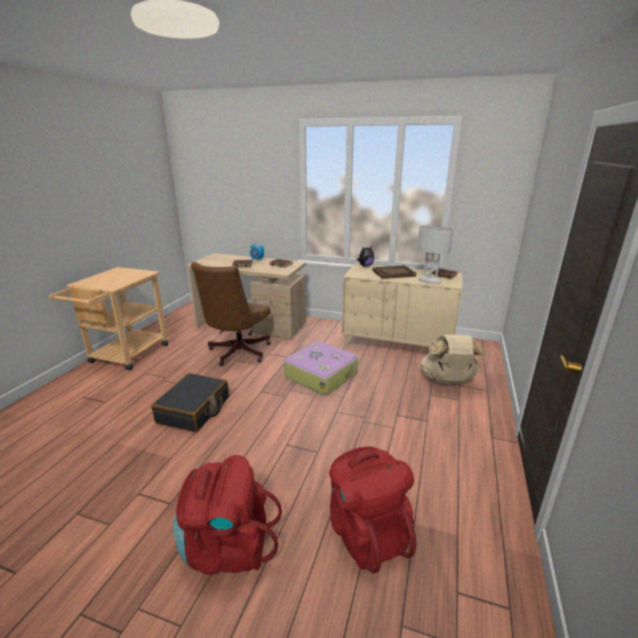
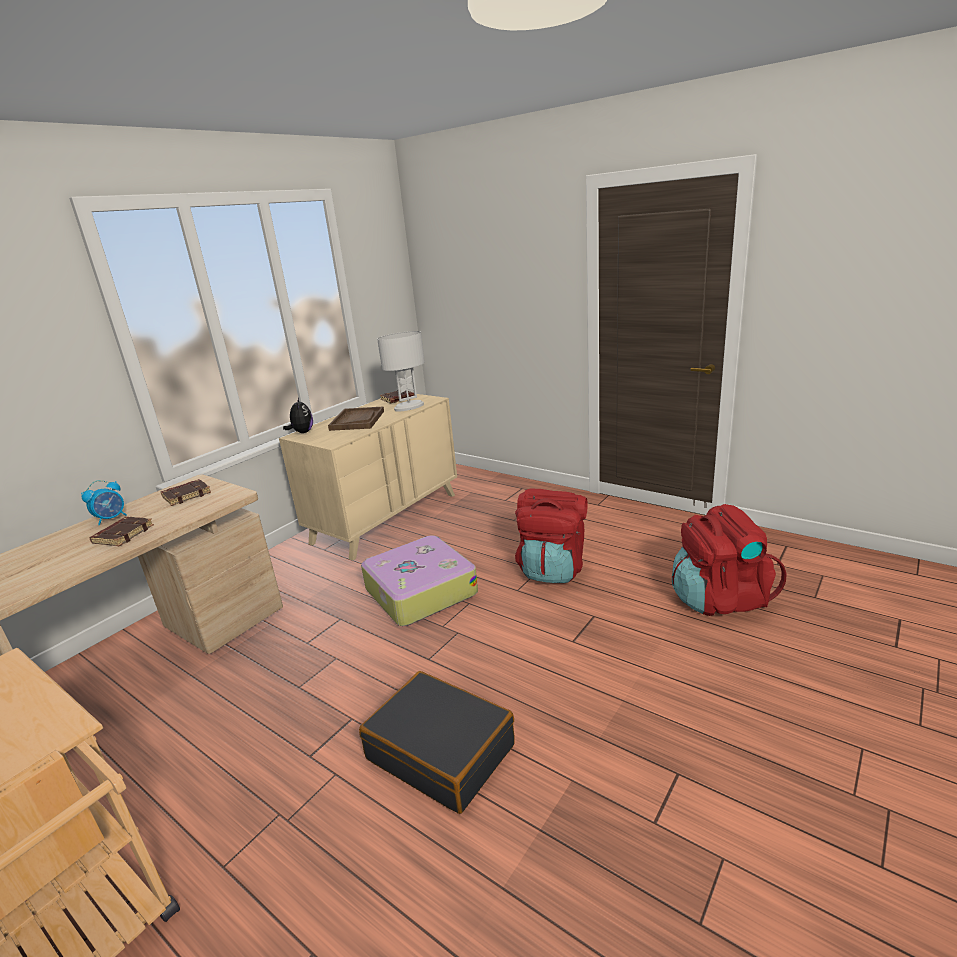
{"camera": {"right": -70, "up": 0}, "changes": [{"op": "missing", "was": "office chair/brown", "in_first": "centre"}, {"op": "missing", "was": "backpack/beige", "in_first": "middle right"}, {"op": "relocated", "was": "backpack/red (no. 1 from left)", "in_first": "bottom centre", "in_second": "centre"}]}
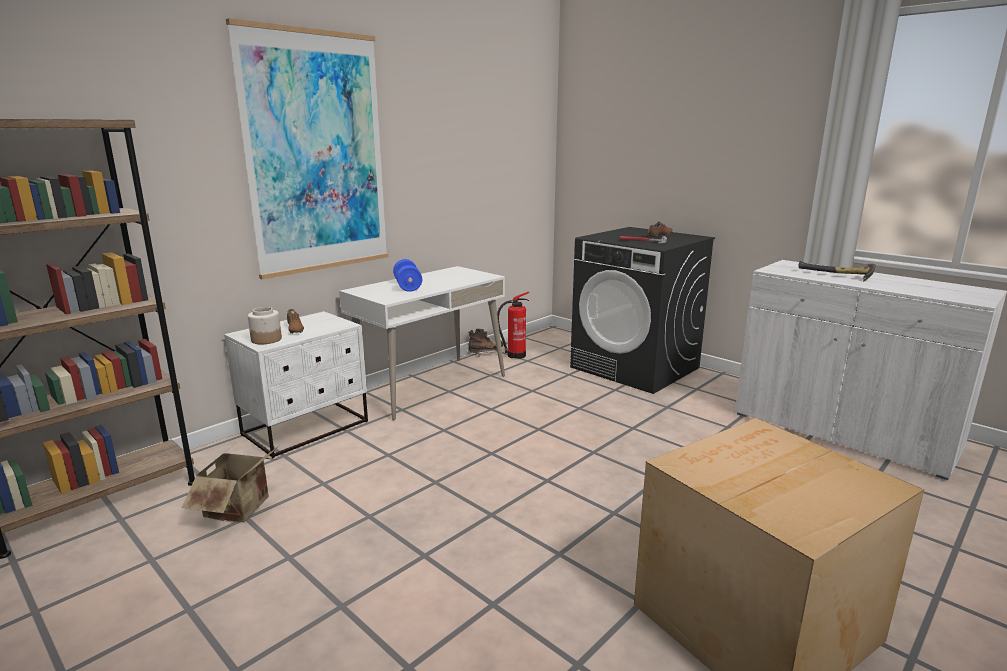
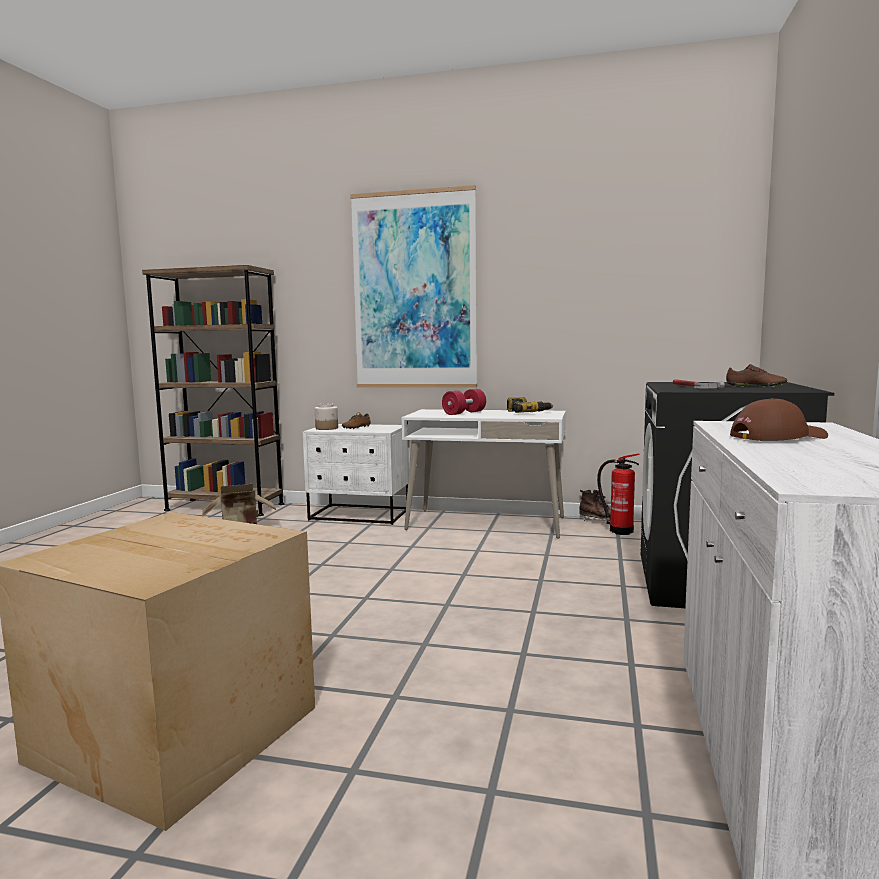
{"camera": {"right": 60, "up": -10}, "changes": [{"op": "appeared", "now": "power drill", "in_second": "centre"}, {"op": "exchanged", "was": "hammer (no. 2 from left)", "now": "cap/brown", "in_first": "middle right", "in_second": "middle right"}, {"op": "colour", "was": "dumbbell/blue", "now": "dumbbell/red", "in_first": "centre", "in_second": "centre"}]}
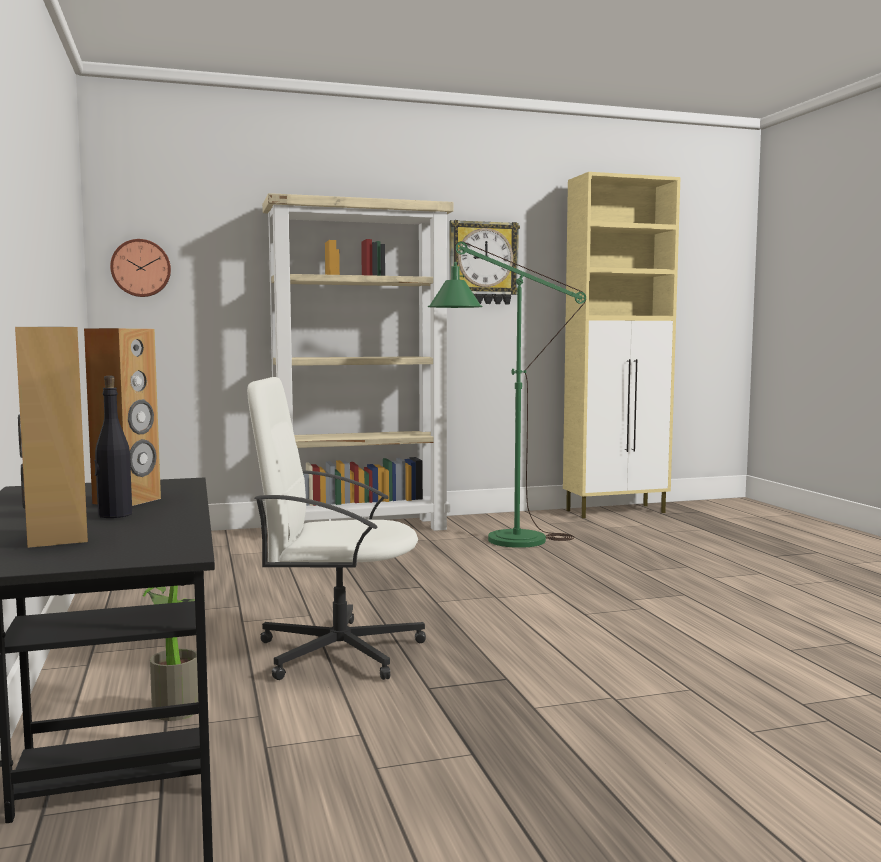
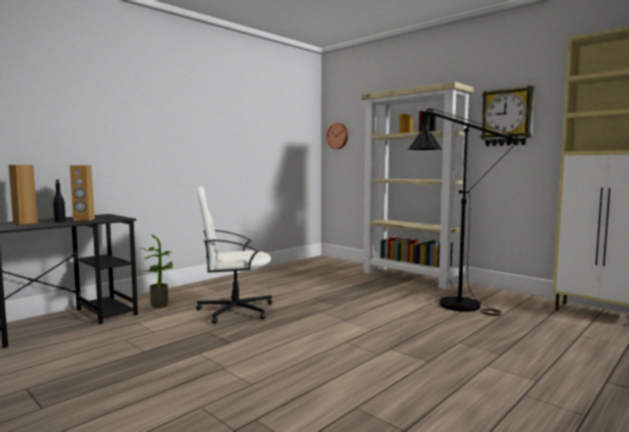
{"camera": {"right": 60, "up": 0}, "changes": [{"op": "colour", "was": "floor lamp/green", "now": "floor lamp/black", "in_first": "centre", "in_second": "middle right"}, {"op": "spun", "was": "office chair/white", "in_first": "centre", "in_second": "centre", "clockwise": -75}]}
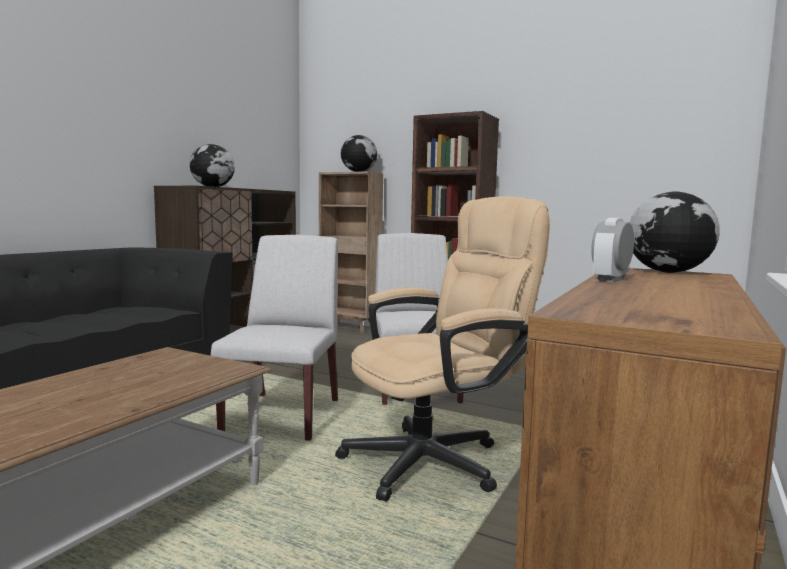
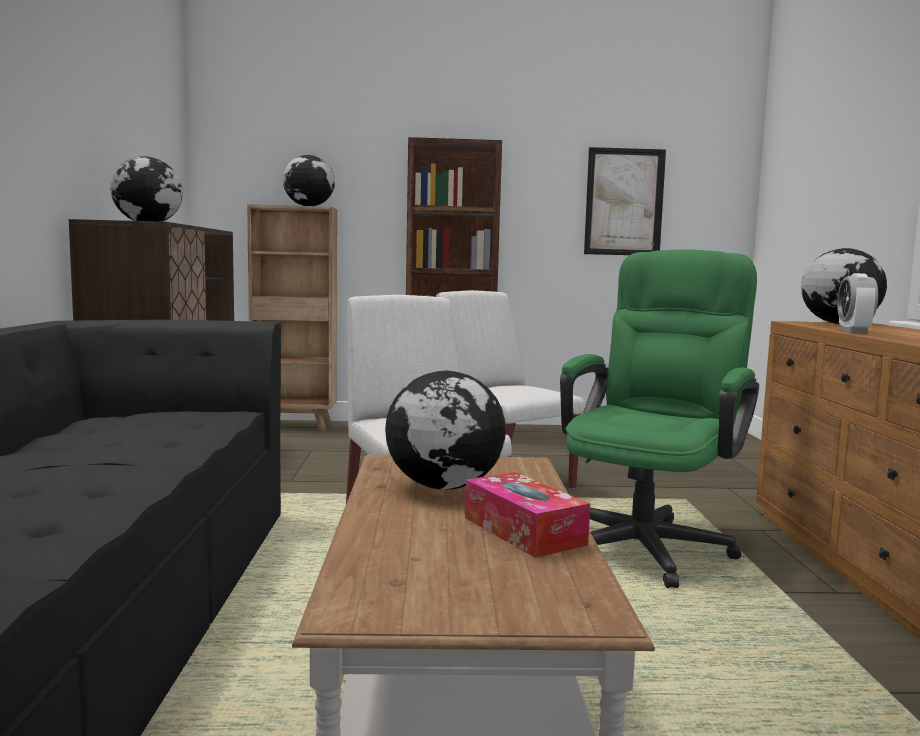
{"camera": {"right": -30, "up": 0}, "changes": [{"op": "appeared", "now": "globe (no. 3 from left)", "in_second": "centre"}, {"op": "appeared", "now": "tissue box", "in_second": "bottom centre"}, {"op": "appeared", "now": "picture", "in_second": "top right"}, {"op": "colour", "was": "office chair/beige", "now": "office chair/green", "in_first": "centre", "in_second": "middle right"}]}
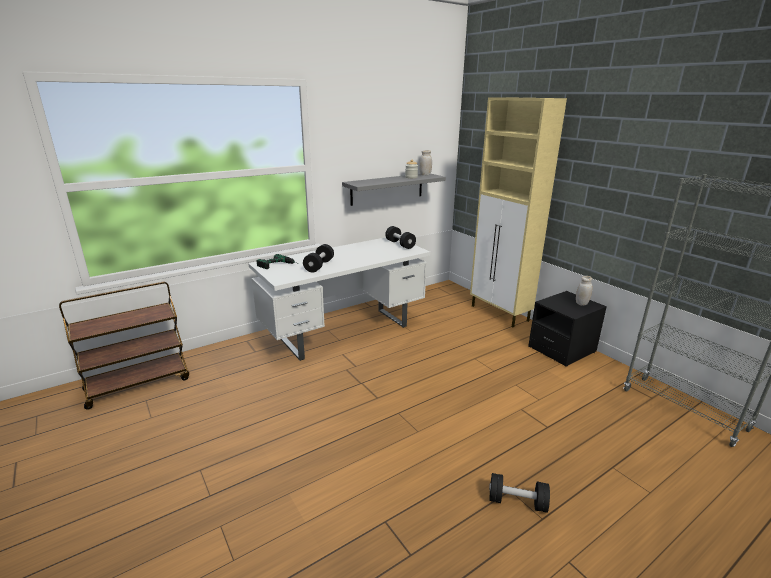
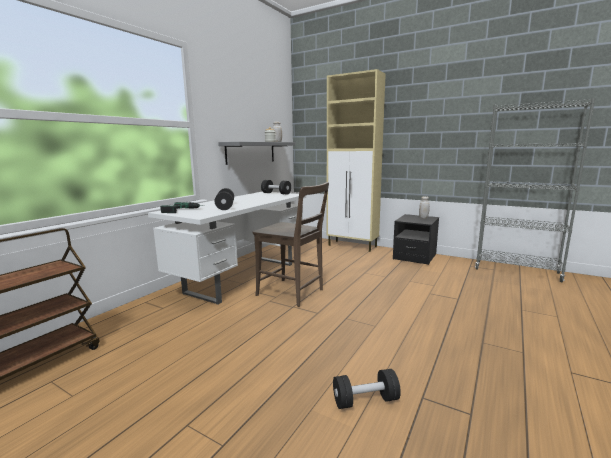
{"camera": {"right": -25, "up": -10}, "changes": [{"op": "appeared", "now": "chair/brown", "in_second": "centre"}, {"op": "relocated", "was": "dumbbell/black (no. 3 from left)", "in_first": "bottom right", "in_second": "bottom centre"}]}
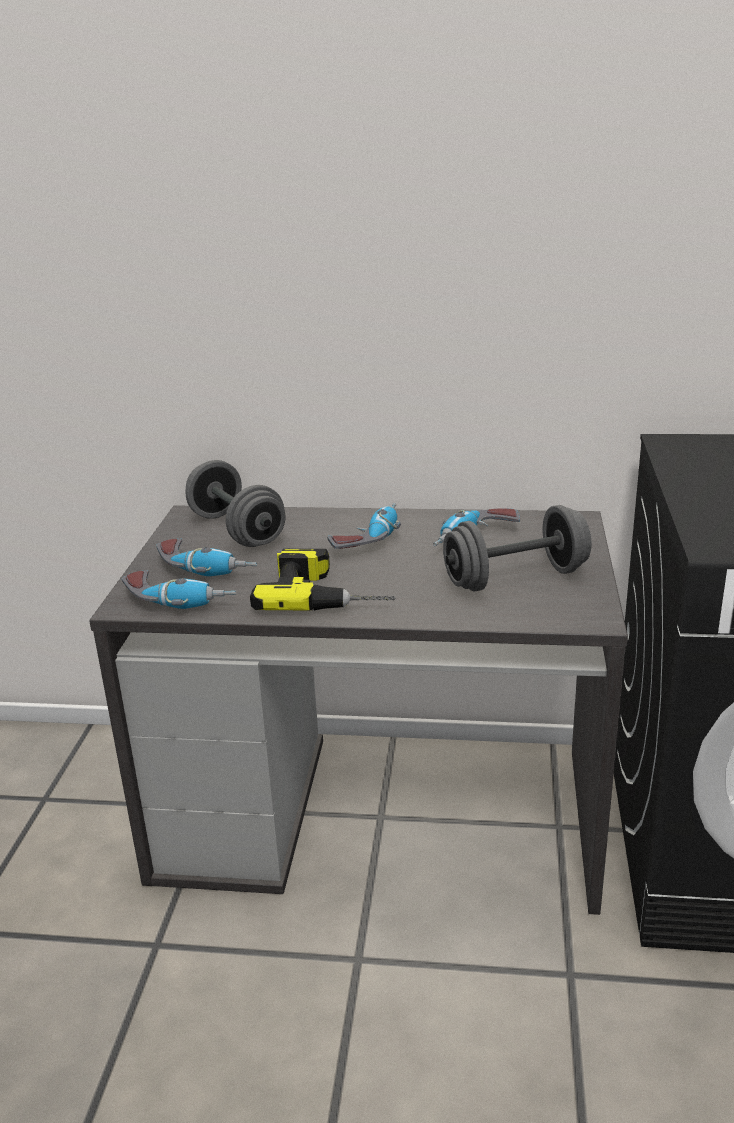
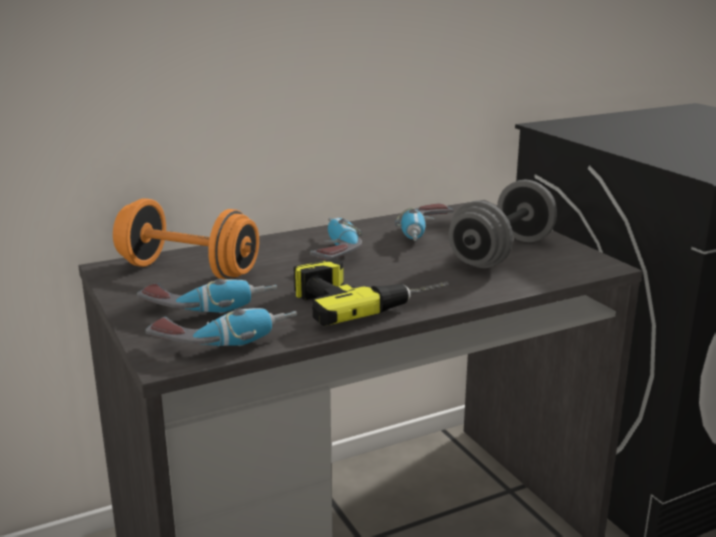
{"camera": {"right": -35, "up": -5}, "changes": [{"op": "colour", "was": "dumbbell/grey (no. 1 from left)", "now": "dumbbell/orange", "in_first": "middle left", "in_second": "middle left"}]}
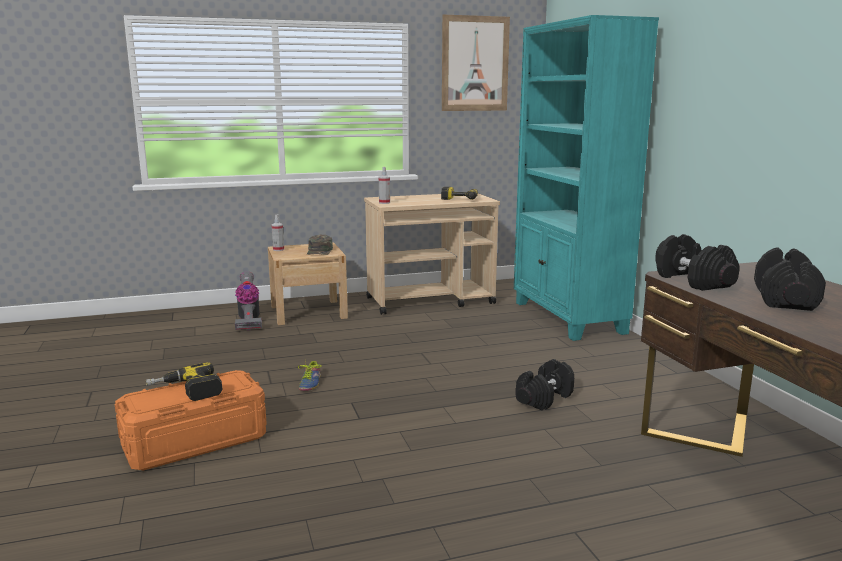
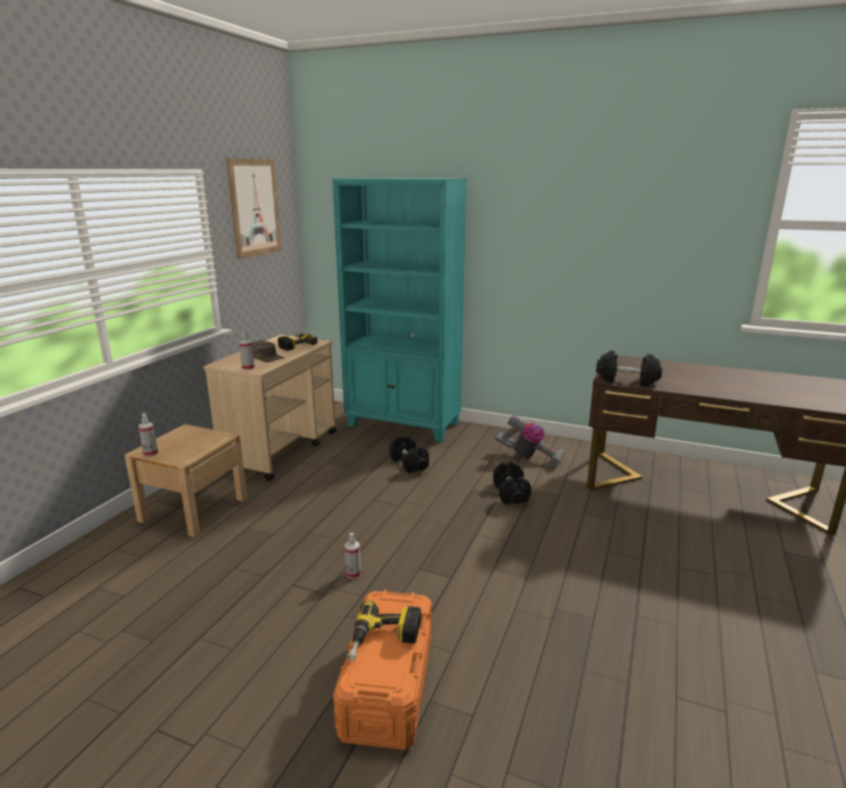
{"camera": {"right": -50, "up": 5}, "changes": [{"op": "relocated", "was": "vacuum cleaner", "in_first": "middle left", "in_second": "centre"}, {"op": "relocated", "was": "cap/green", "in_first": "centre", "in_second": "middle left"}, {"op": "relocated", "was": "dumbbell/black (no. 3 from left in the first image)", "now": "dumbbell/black (no. 1 from left)", "in_first": "middle right", "in_second": "centre"}, {"op": "exchanged", "was": "shoe", "now": "spray bottle (no. 3 from left)", "in_first": "bottom centre", "in_second": "bottom centre"}]}
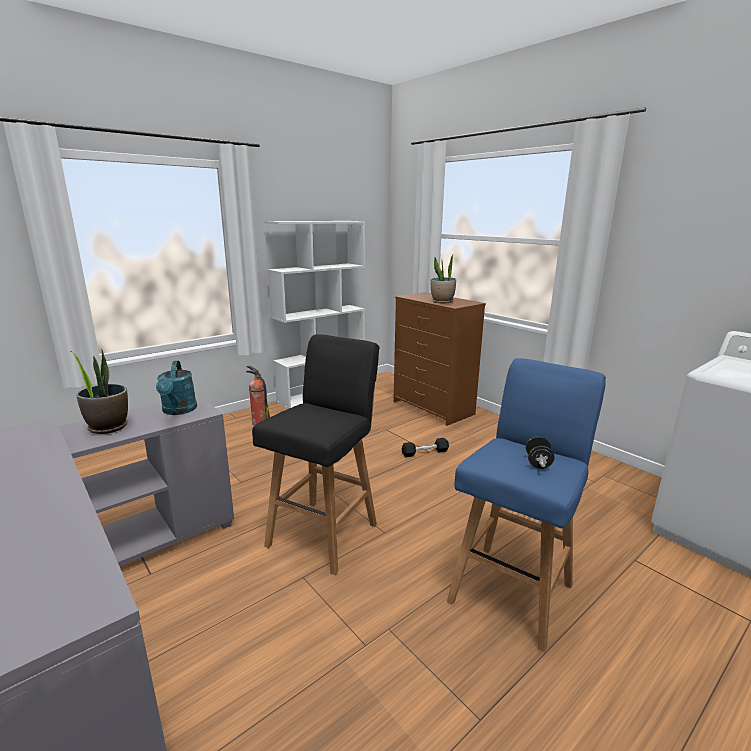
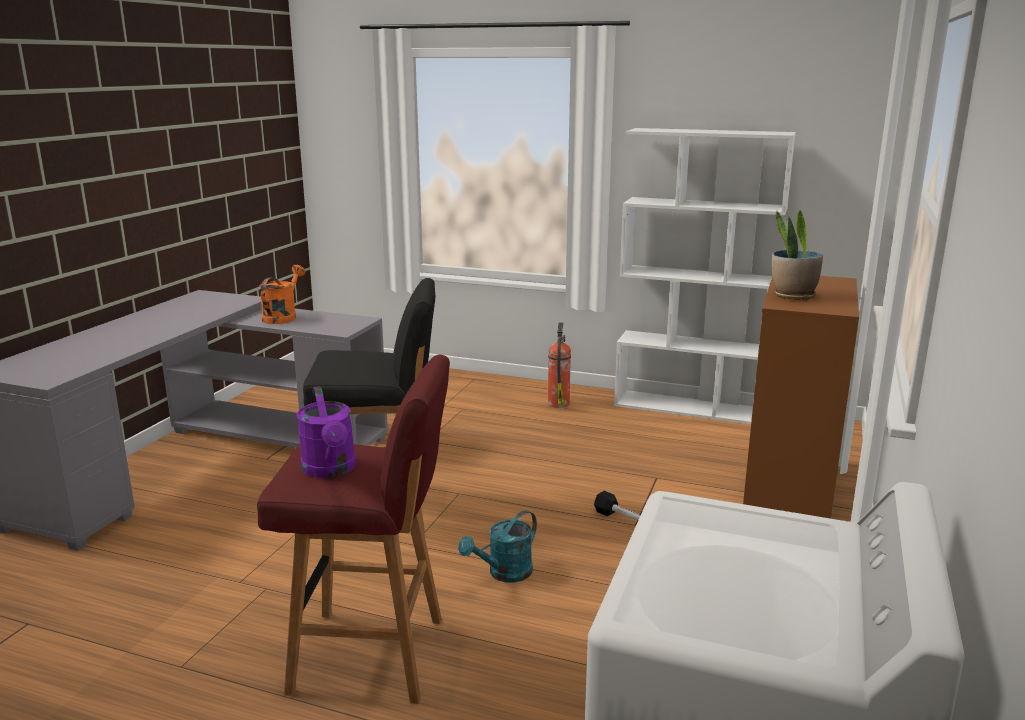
{"camera": {"right": 60, "up": 0}, "changes": [{"op": "relocated", "was": "watering can/turquoise", "in_first": "middle left", "in_second": "bottom centre"}, {"op": "exchanged", "was": "potted plant (no. 1 from left)", "now": "watering can/orange", "in_first": "middle left", "in_second": "middle left"}, {"op": "exchanged", "was": "dumbbell/black (no. 2 from left)", "now": "watering can/purple", "in_first": "middle right", "in_second": "middle left"}, {"op": "colour", "was": "stool/blue", "now": "stool/red", "in_first": "bottom right", "in_second": "bottom centre"}]}
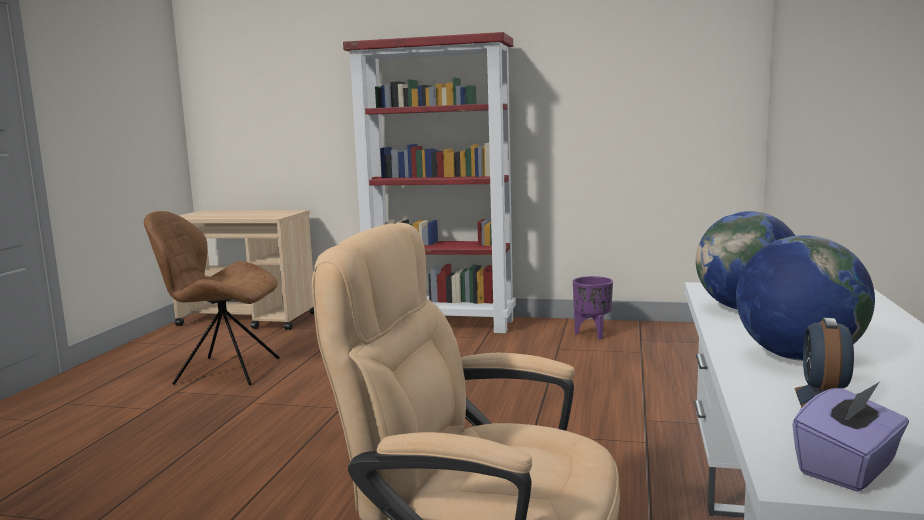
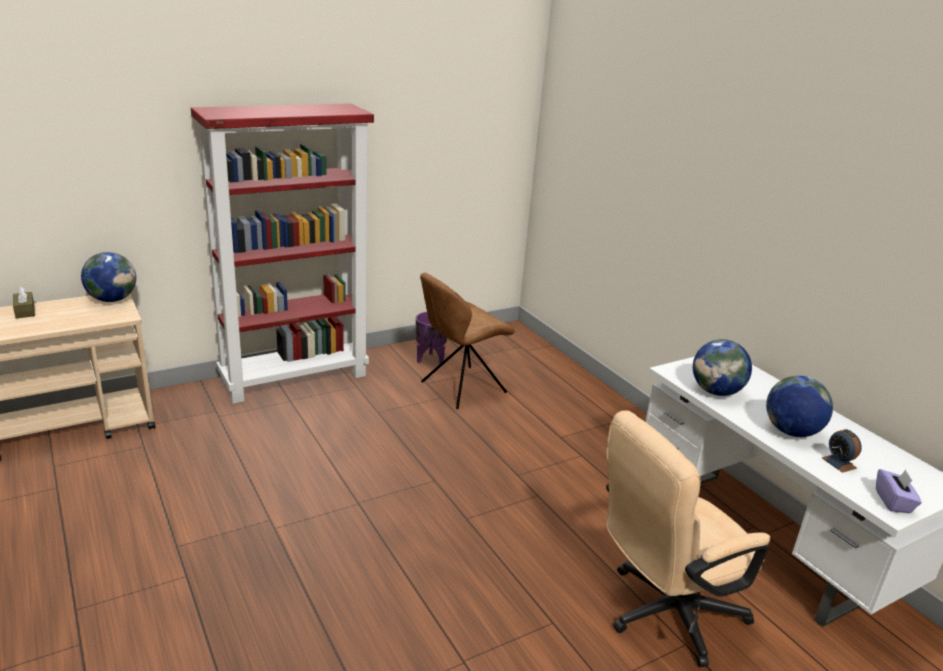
{"camera": {"right": -45, "up": 15}, "changes": [{"op": "appeared", "now": "tissue box/brown", "in_second": "middle left"}, {"op": "appeared", "now": "globe (no. 1 from left)", "in_second": "middle left"}, {"op": "relocated", "was": "chair/brown", "in_first": "middle left", "in_second": "centre"}]}
